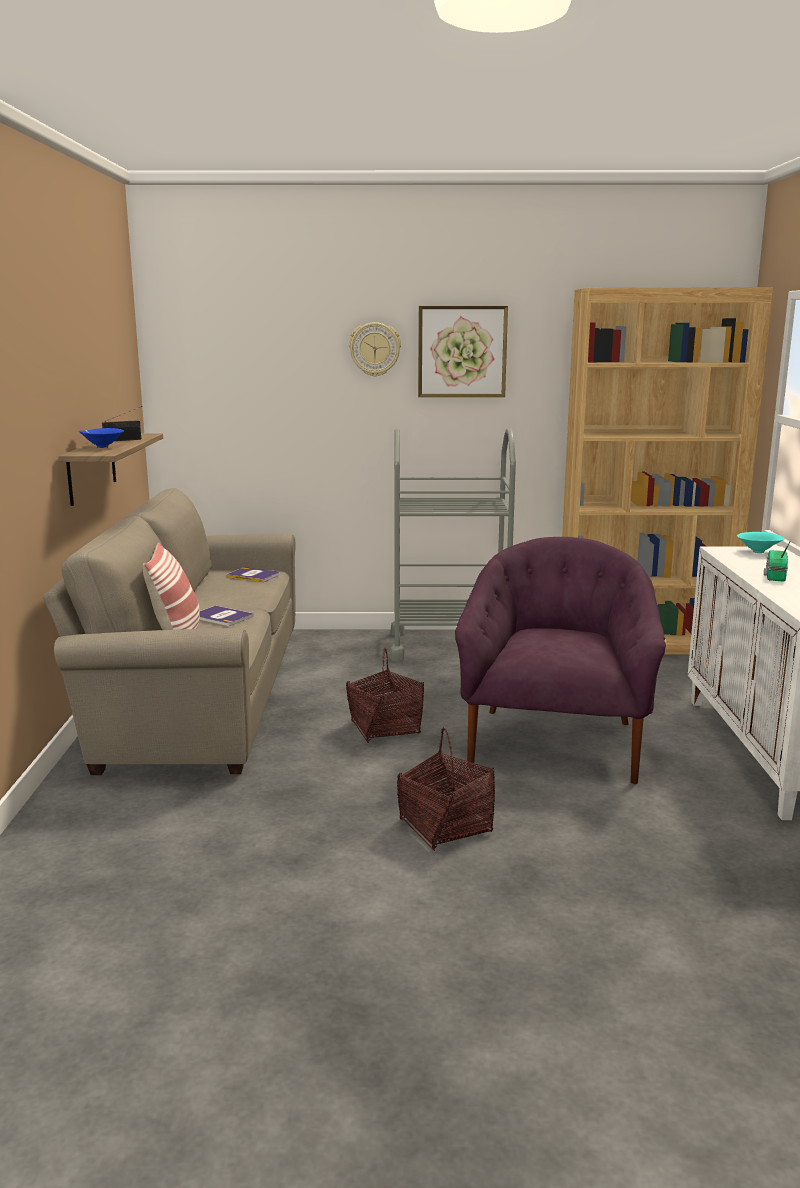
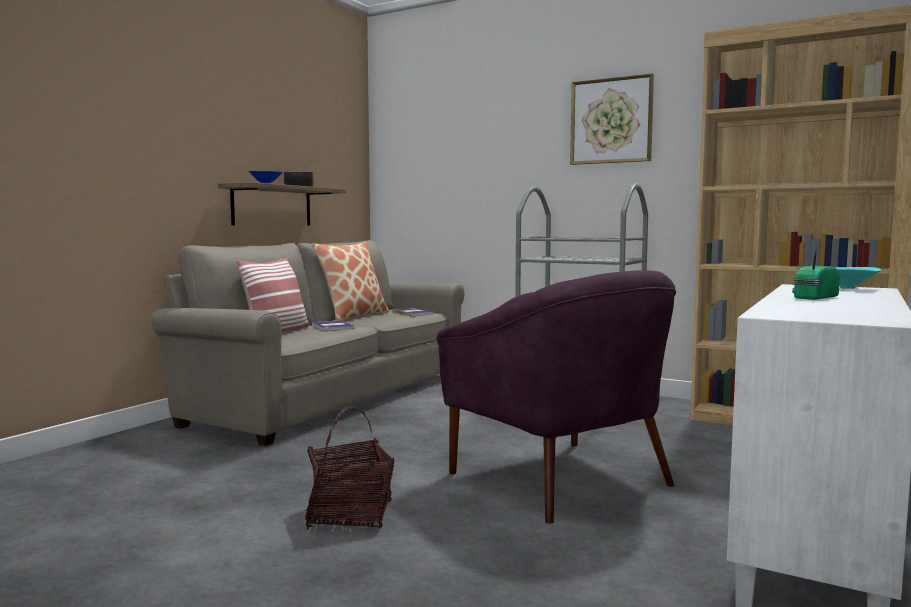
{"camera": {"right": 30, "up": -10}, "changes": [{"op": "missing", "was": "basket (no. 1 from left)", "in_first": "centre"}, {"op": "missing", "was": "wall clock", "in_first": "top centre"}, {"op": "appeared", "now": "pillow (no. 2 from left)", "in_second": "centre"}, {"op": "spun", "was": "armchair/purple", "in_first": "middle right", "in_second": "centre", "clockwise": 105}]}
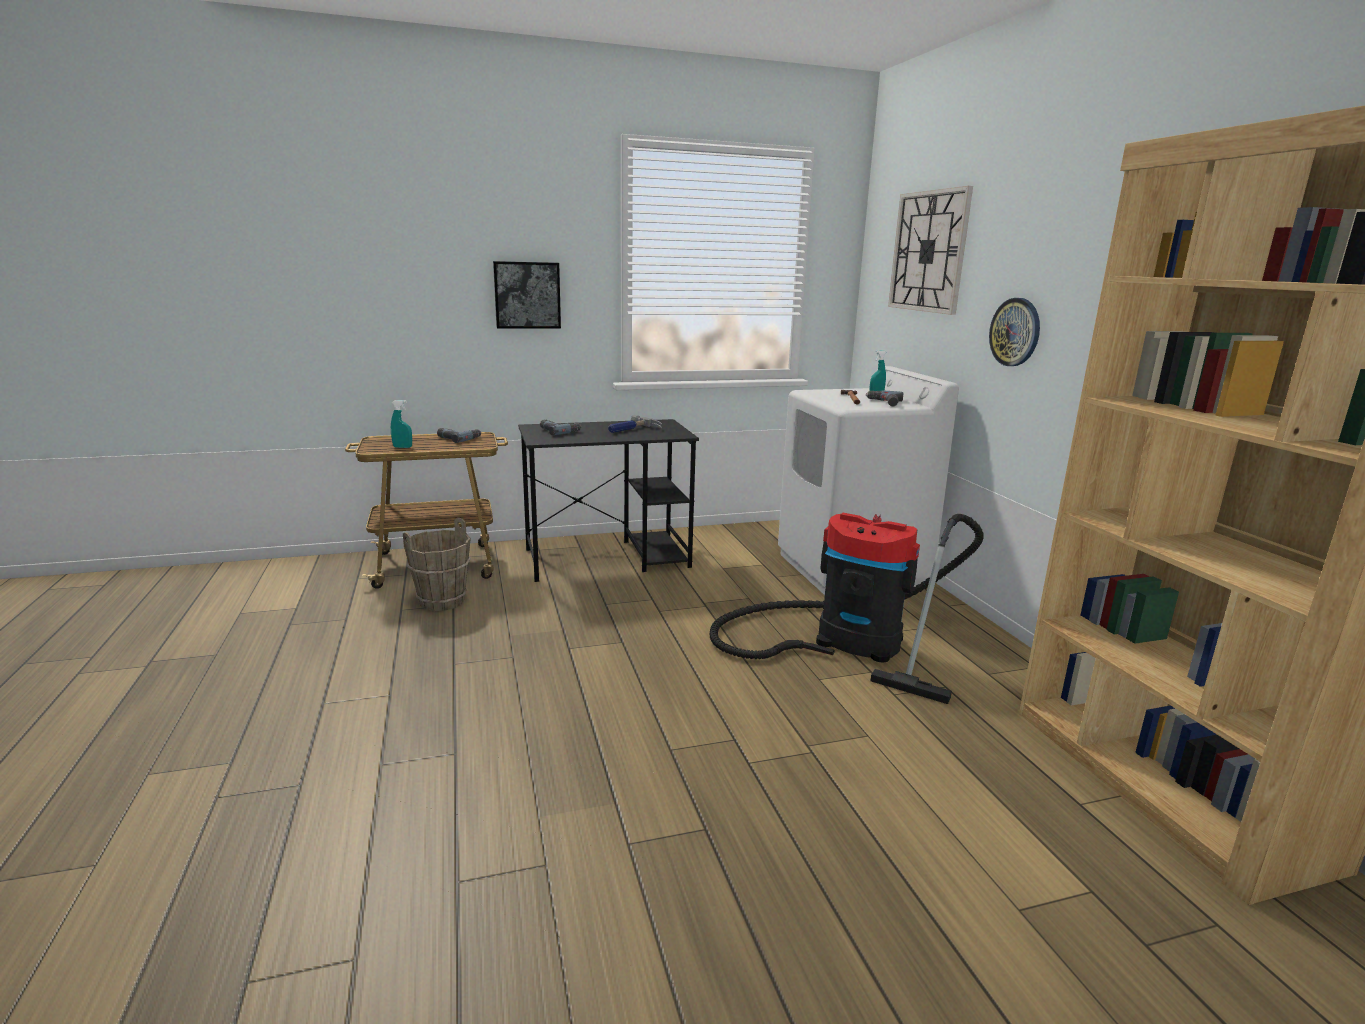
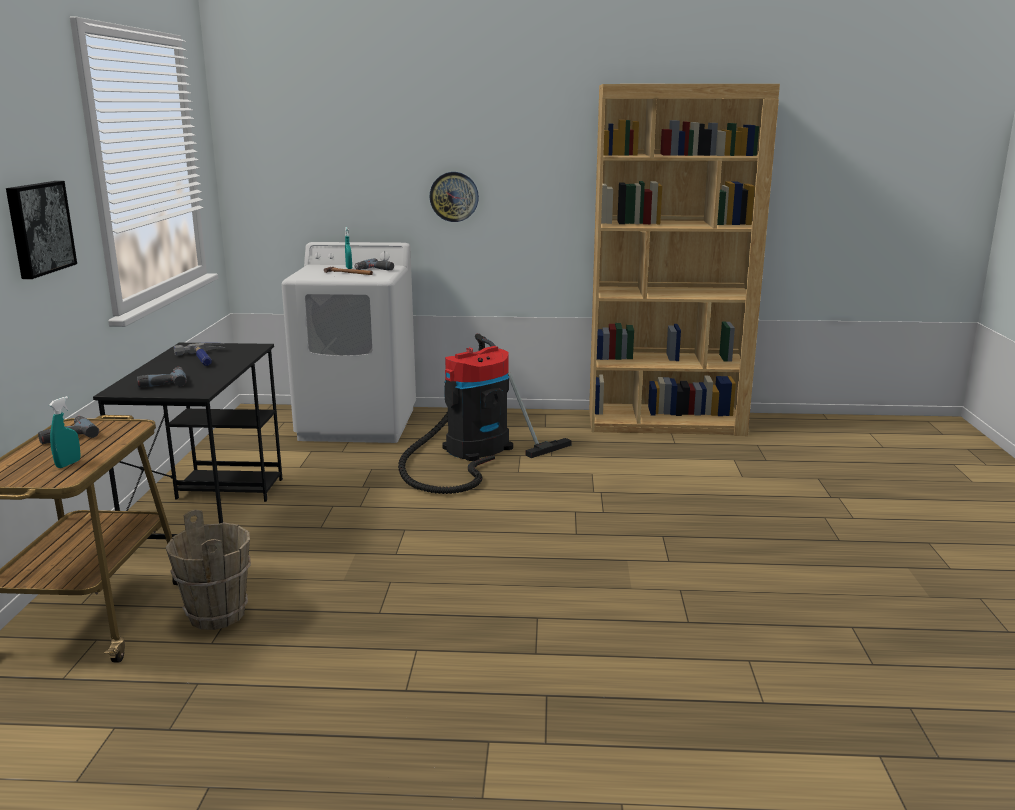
{"camera": {"right": -70, "up": 0}, "changes": [{"op": "missing", "was": "wall clock (no. 1 from left)", "in_first": "top right"}]}
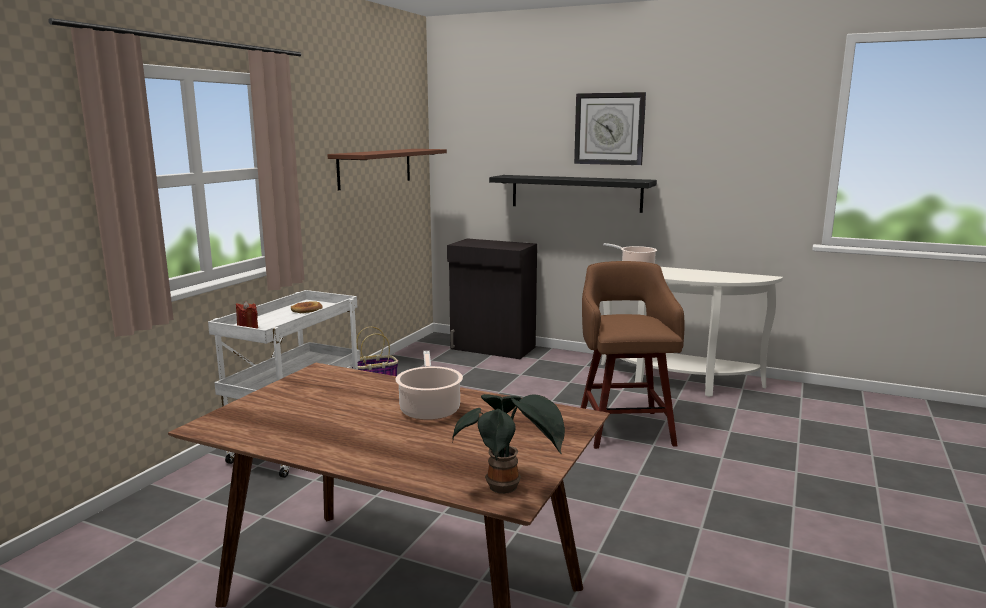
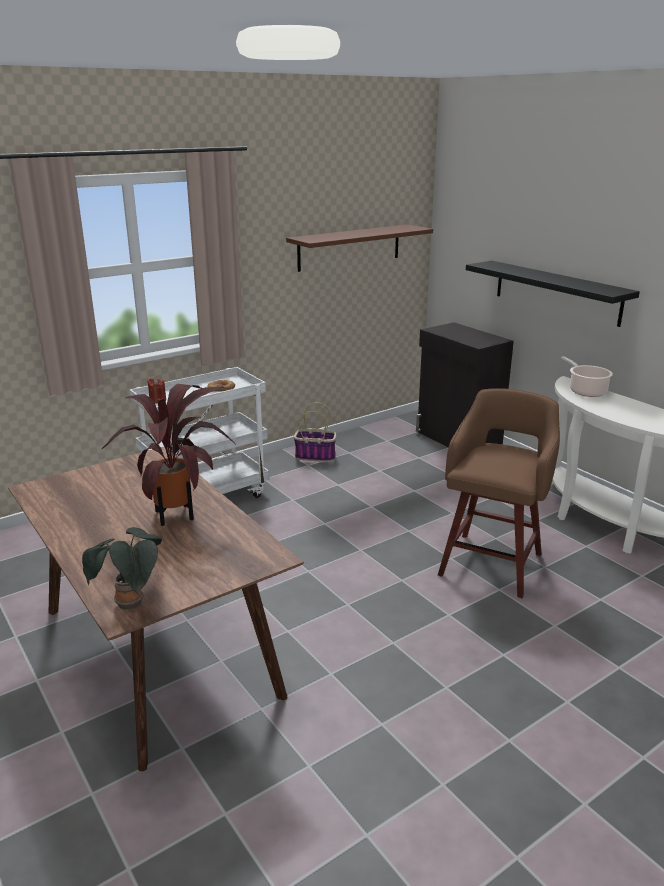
{"camera": {"right": 30, "up": 10}, "changes": [{"op": "missing", "was": "wall clock", "in_first": "top centre"}, {"op": "exchanged", "was": "cooking pot (no. 1 from left)", "now": "potted plant (no. 2 from left)", "in_first": "centre", "in_second": "middle left"}]}
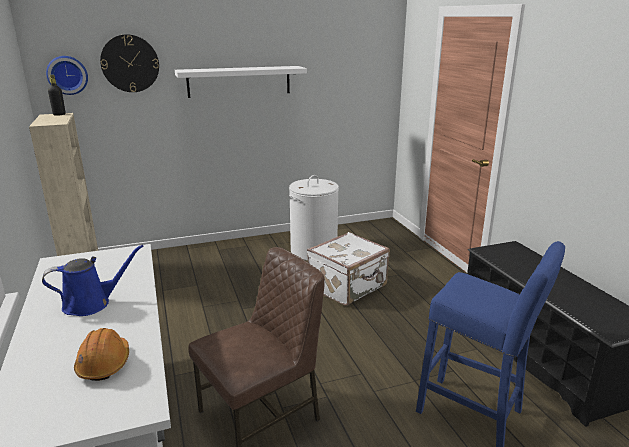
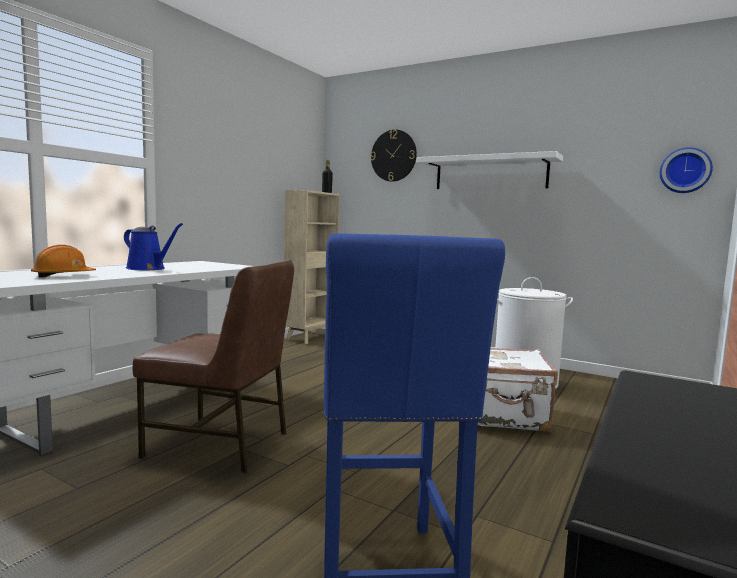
{"camera": {"right": 50, "up": -15}, "changes": [{"op": "relocated", "was": "wall clock (no. 1 from left in the first image)", "now": "wall clock (no. 2 from left)", "in_first": "top left", "in_second": "top right"}]}
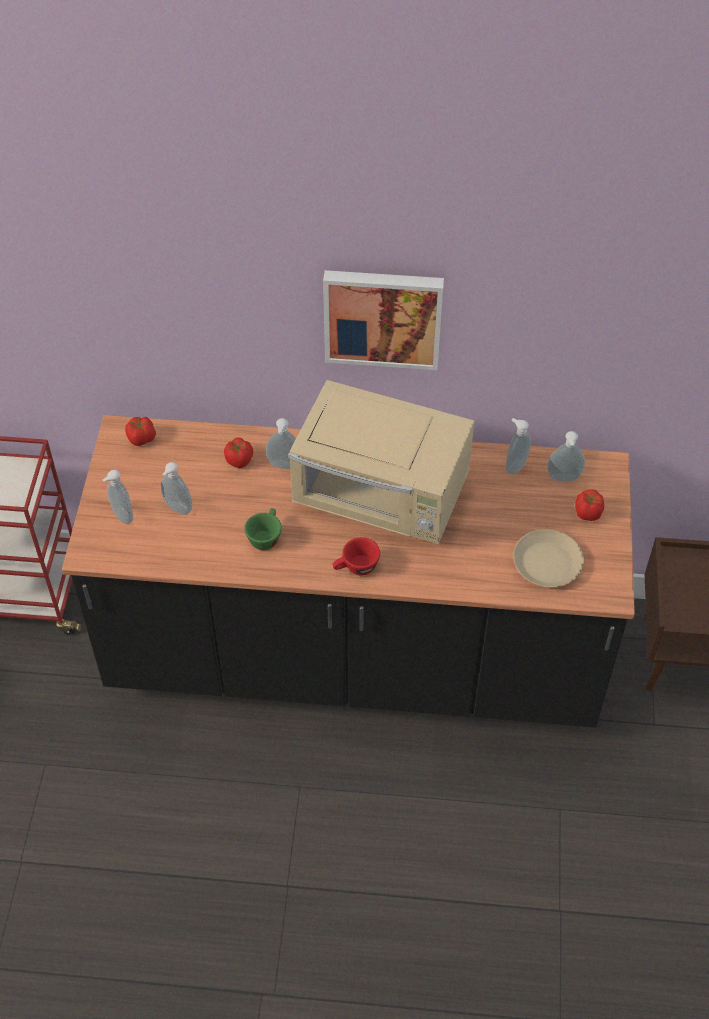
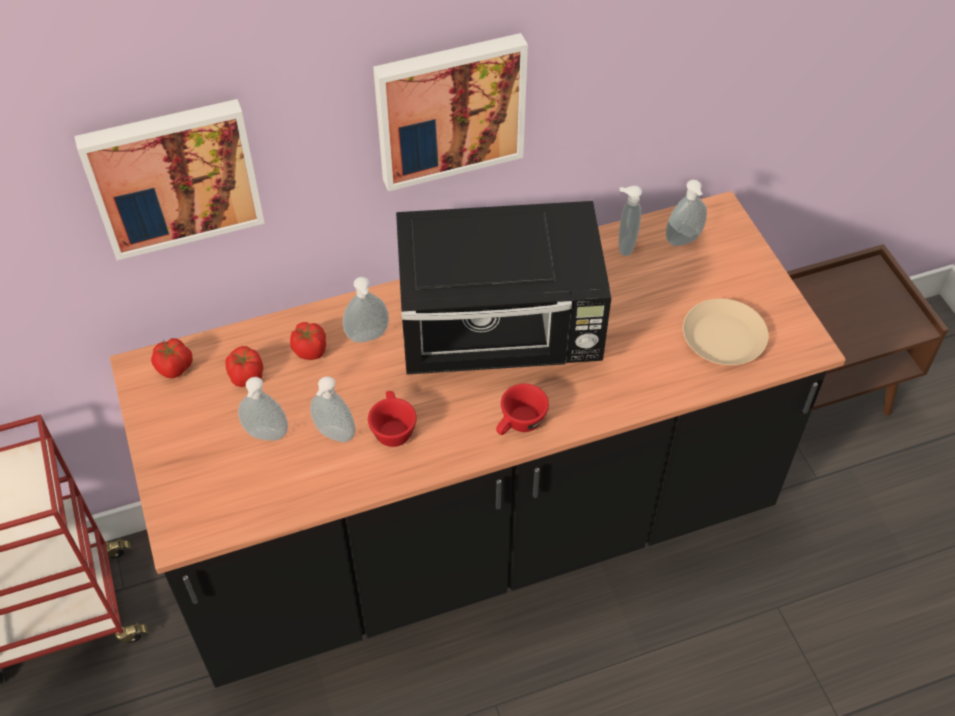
{"camera": {"right": -25, "up": 0}, "changes": [{"op": "appeared", "now": "picture (no. 1 from left)", "in_second": "top left"}, {"op": "relocated", "was": "soap dispenser (no. 1 from left in the first image)", "now": "soap dispenser (no. 2 from left)", "in_first": "middle left", "in_second": "centre"}, {"op": "relocated", "was": "tomato (no. 3 from left in the first image)", "now": "tomato (no. 2 from left)", "in_first": "middle right", "in_second": "middle left"}, {"op": "colour", "was": "cup/green", "now": "cup/red (no. 1 from left)", "in_first": "centre", "in_second": "centre"}, {"op": "colour", "was": "microwave/beige", "now": "microwave/black", "in_first": "centre", "in_second": "centre"}]}
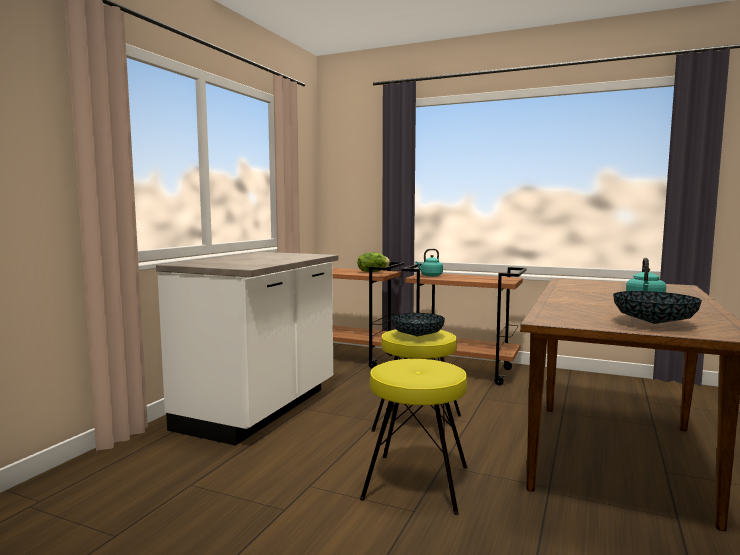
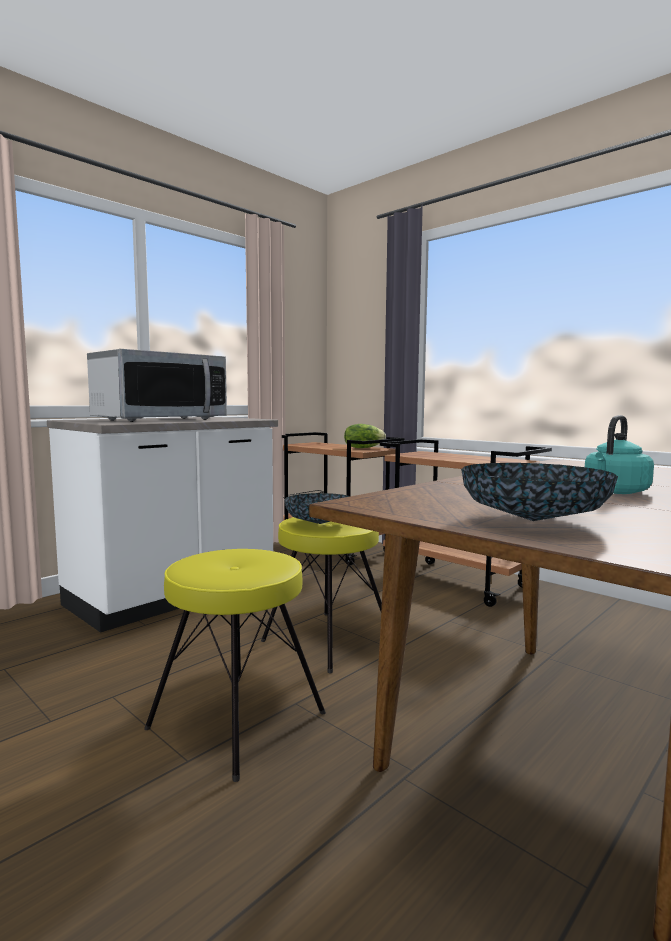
{"camera": {"right": 20, "up": 0}, "changes": [{"op": "missing", "was": "kettle/turquoise (no. 1 from left)", "in_first": "centre"}, {"op": "appeared", "now": "microwave", "in_second": "middle left"}]}
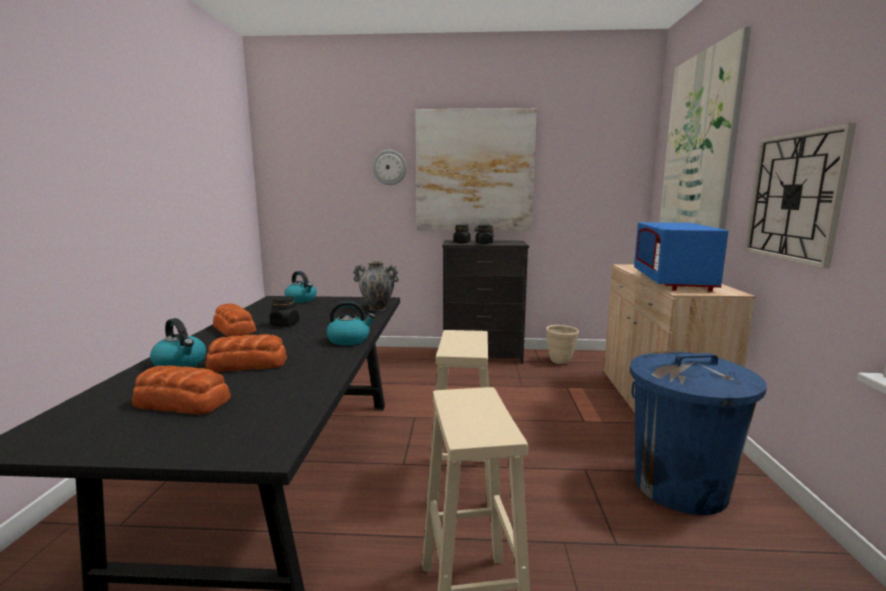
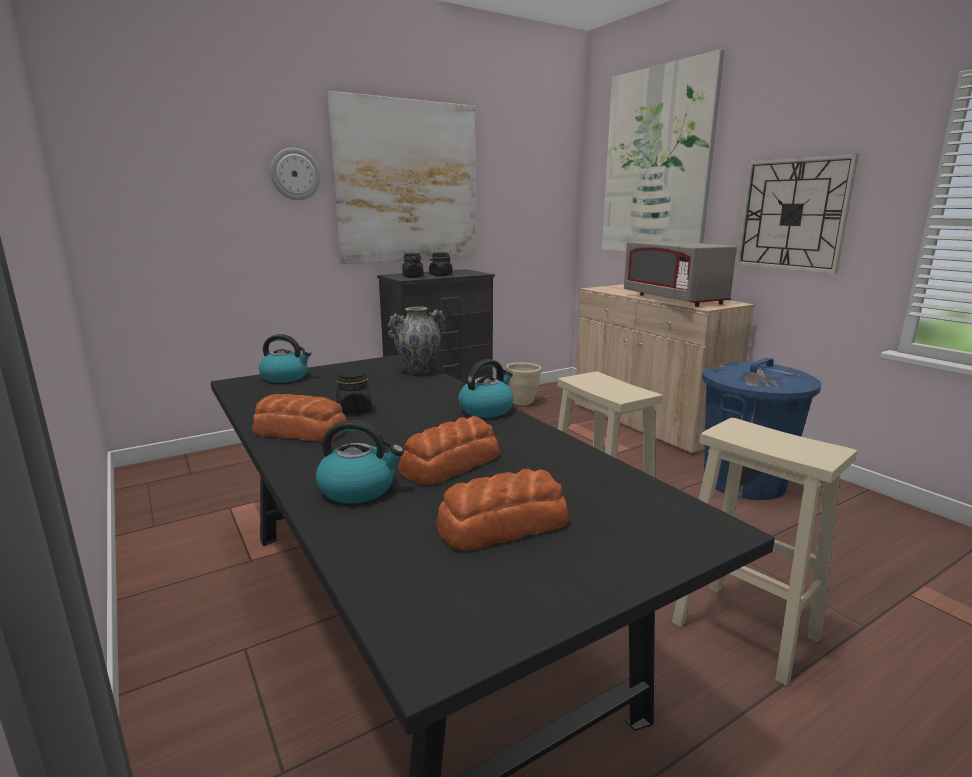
{"camera": {"right": -35, "up": 5}, "changes": [{"op": "colour", "was": "microwave/blue", "now": "microwave/grey", "in_first": "middle right", "in_second": "middle right"}]}
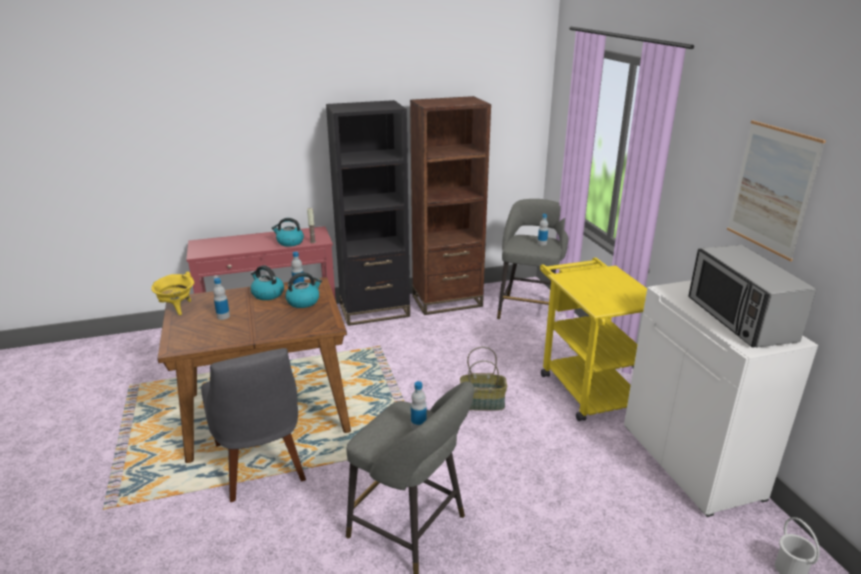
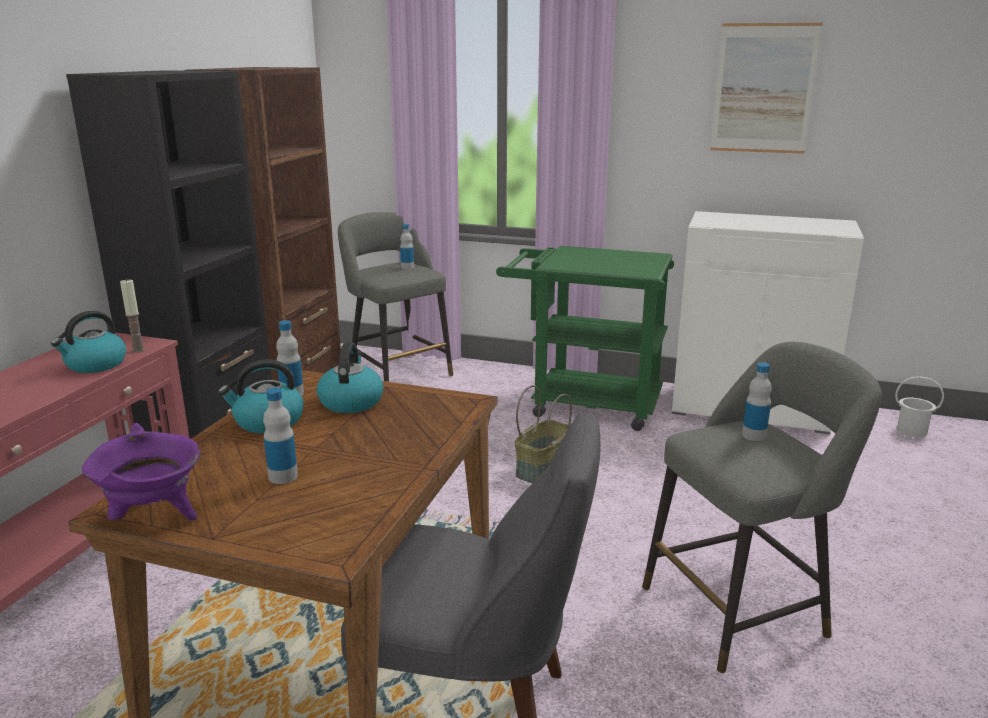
{"camera": {"right": -55, "up": -5}, "changes": [{"op": "missing", "was": "microwave", "in_first": "middle right"}, {"op": "colour", "was": "cooking pot/yellow", "now": "cooking pot/purple", "in_first": "middle left", "in_second": "middle left"}, {"op": "colour", "was": "cart/yellow", "now": "cart/green", "in_first": "middle right", "in_second": "centre"}]}
